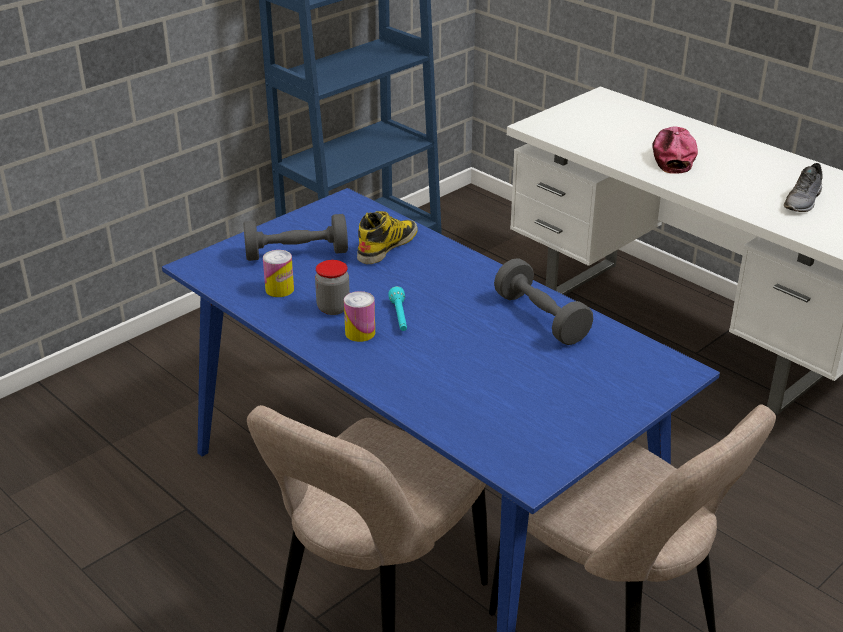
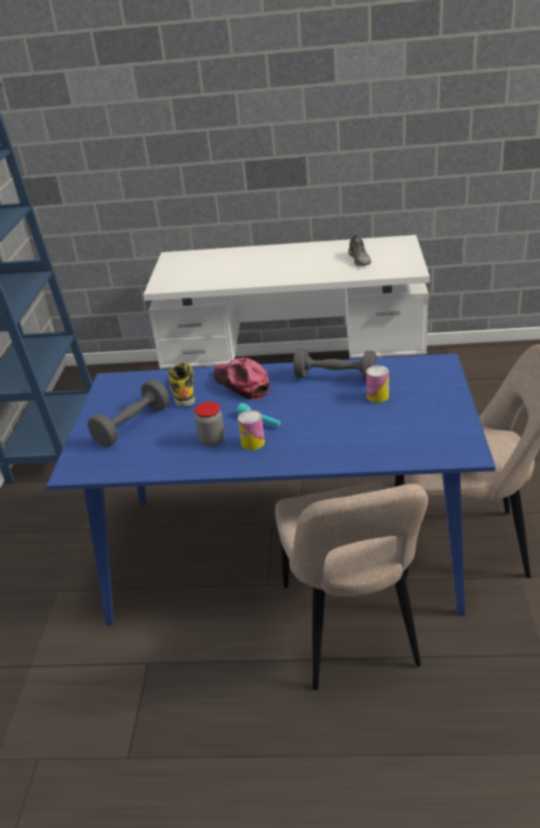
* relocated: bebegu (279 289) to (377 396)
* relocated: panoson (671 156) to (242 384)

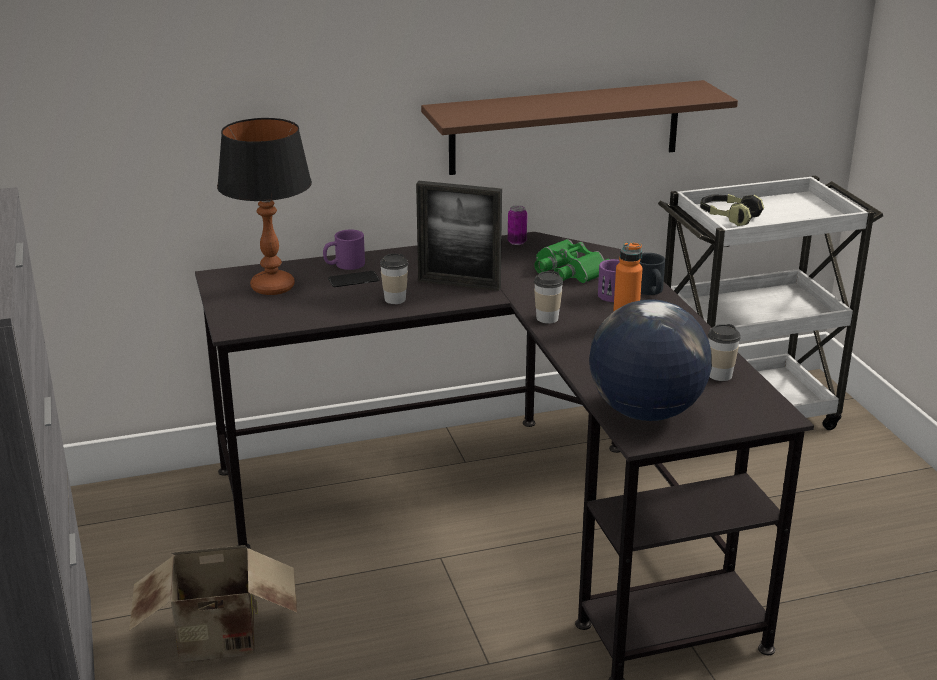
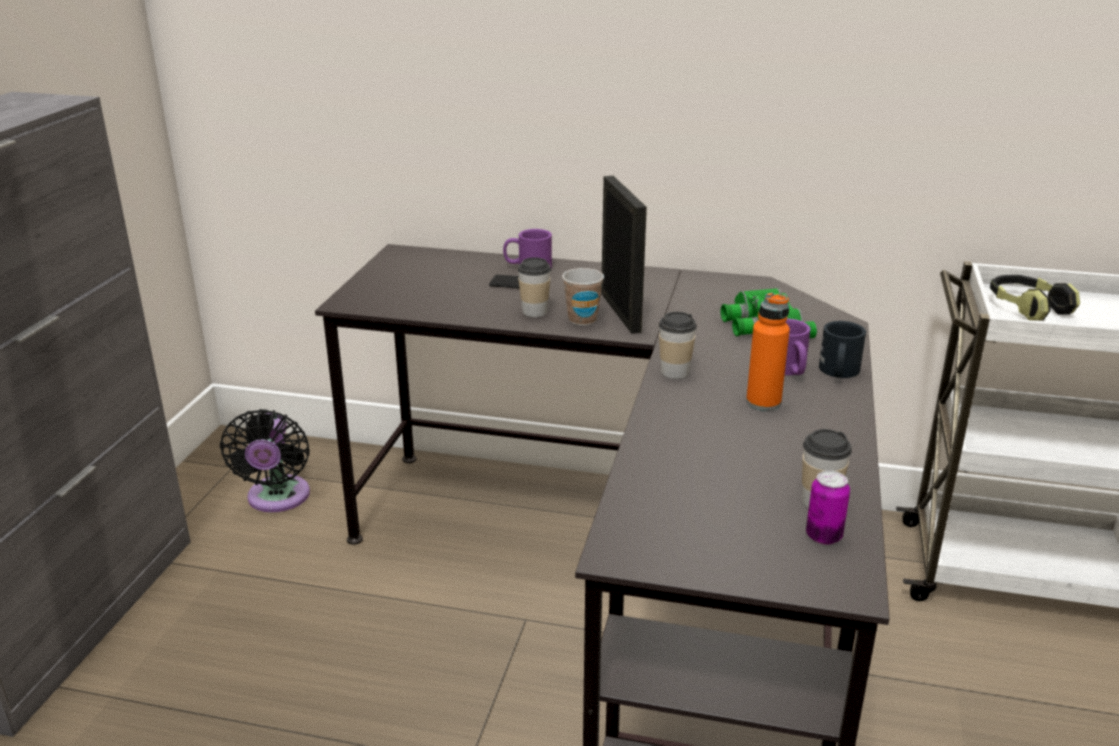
* missing: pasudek (220 642)
* missing: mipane (273 287)
* missing: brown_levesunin (565 127)
* missing: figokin (645 412)
* appeared: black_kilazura (277 499)
* appeared: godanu (582 320)
* relocated: bebegu (517 242) to (823 536)
* spun: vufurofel (459 284) = (620 312) 150 degrees counterclockwise

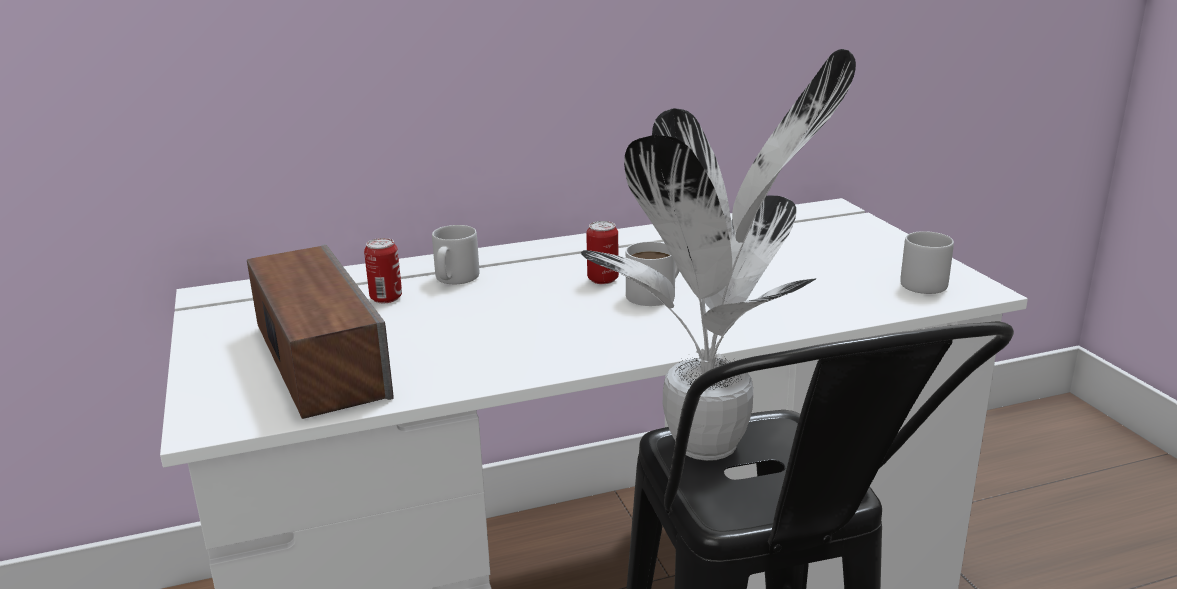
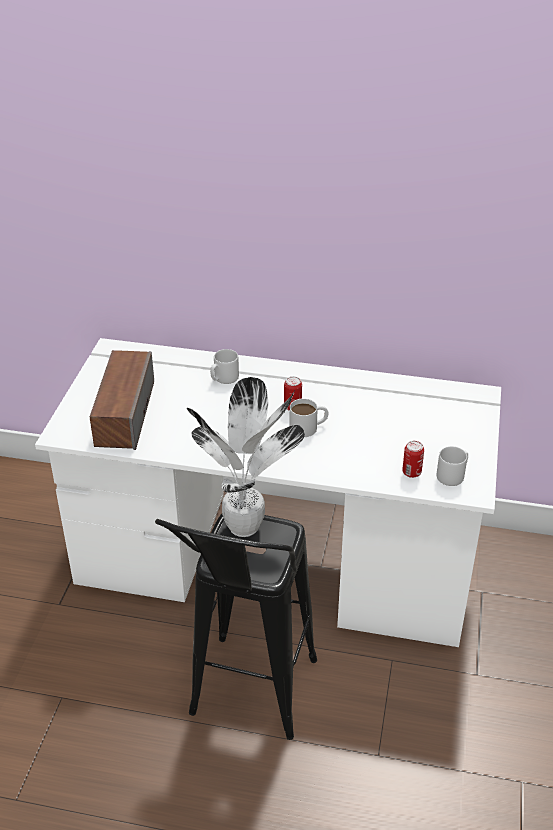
* relocated: bebegu (386 298) to (411 472)

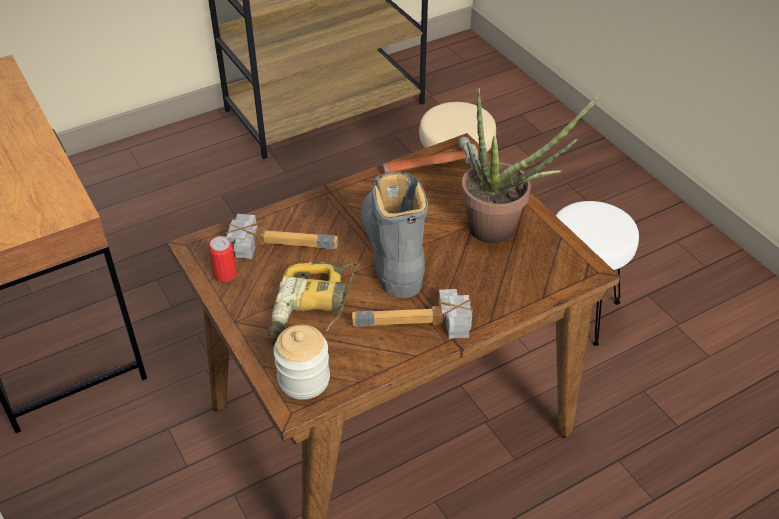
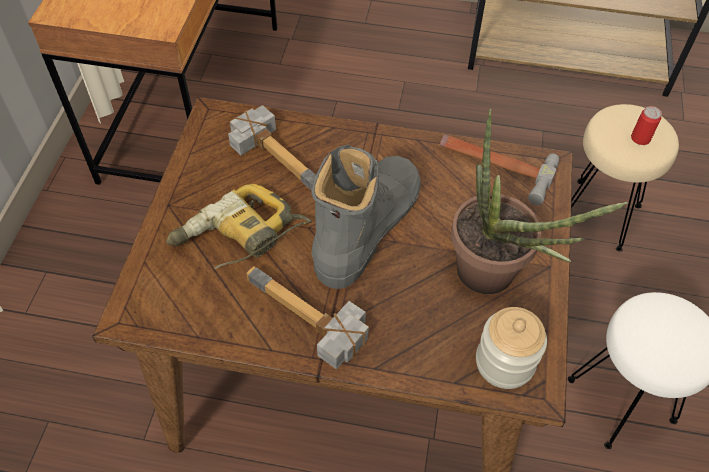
* relocated: bebegu (225 274) to (640 138)
* relocated: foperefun (304 379) to (504 362)

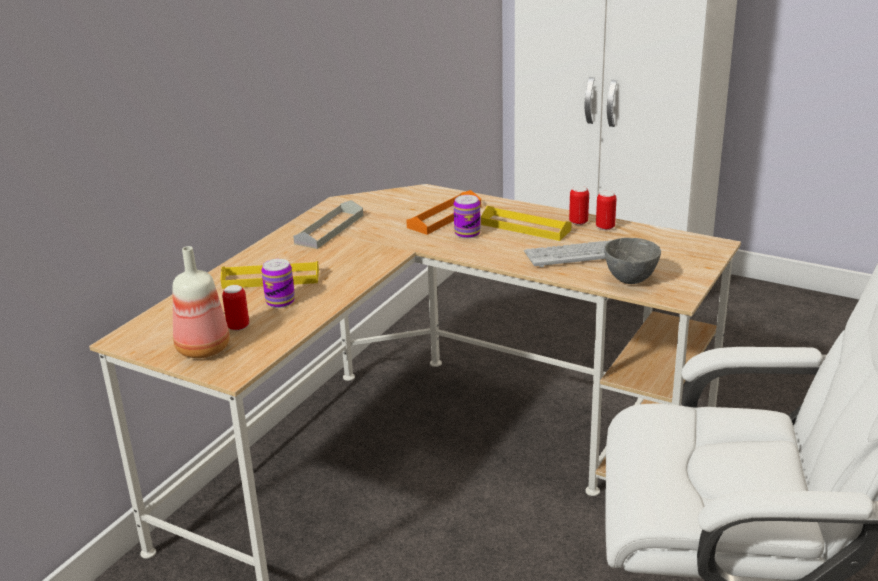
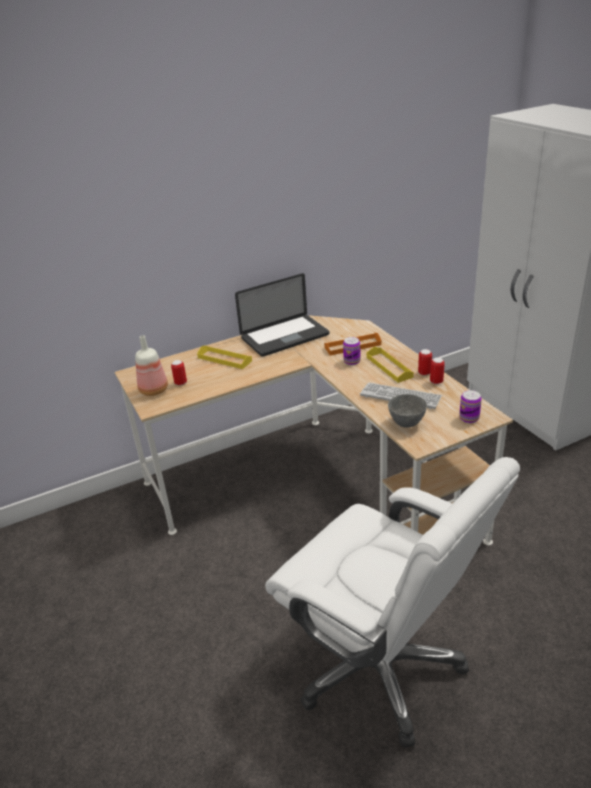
* relocated: bebegu (280 301) to (469 418)
* exchanged: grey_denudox (329 229) to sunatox (285 337)

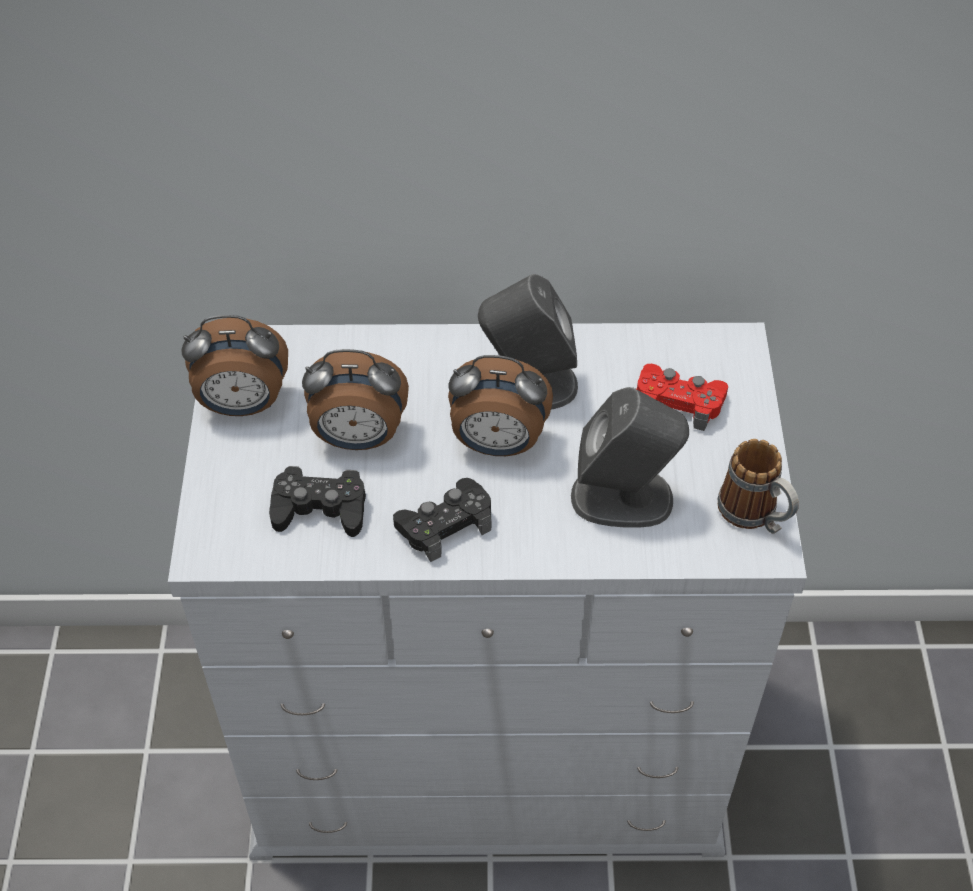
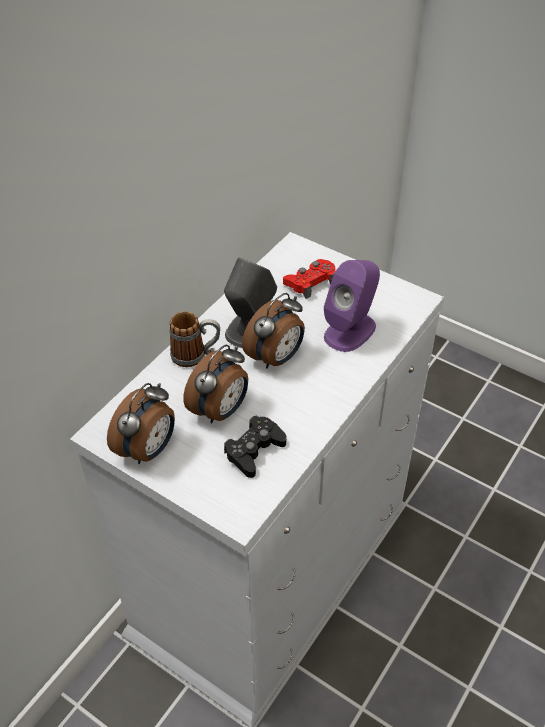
* missing: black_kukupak (445 524)
* relocated: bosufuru (755 516) to (196 355)
* colour: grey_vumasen (623 498) to purple_vumasen (350 330)

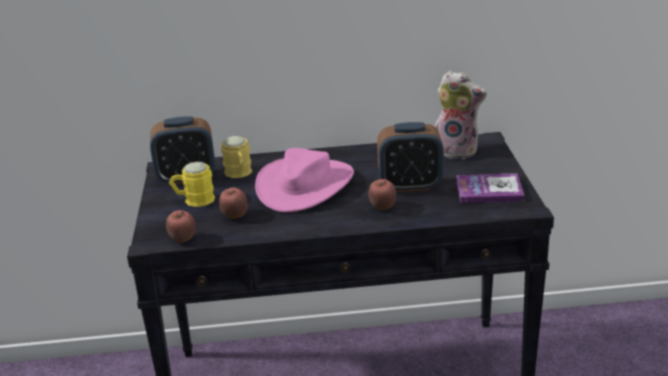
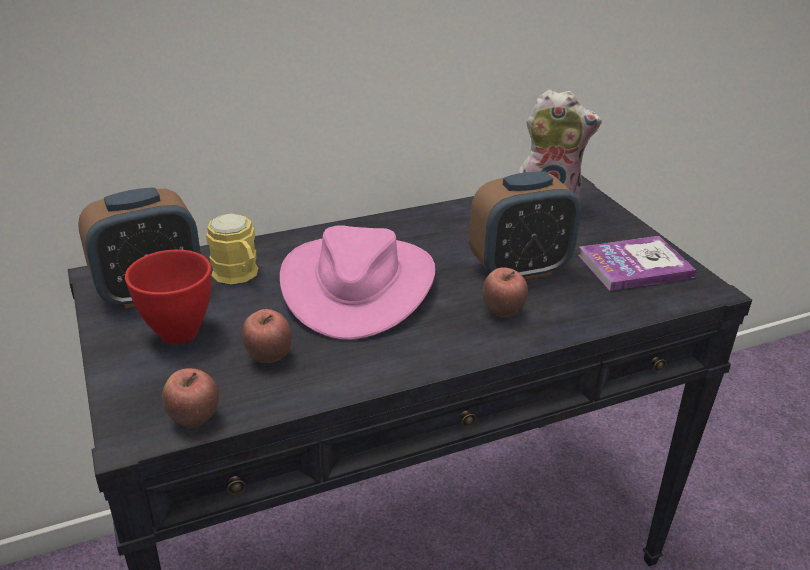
* exchanged: yellow_bosufuru (194 200) to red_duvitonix (181 334)

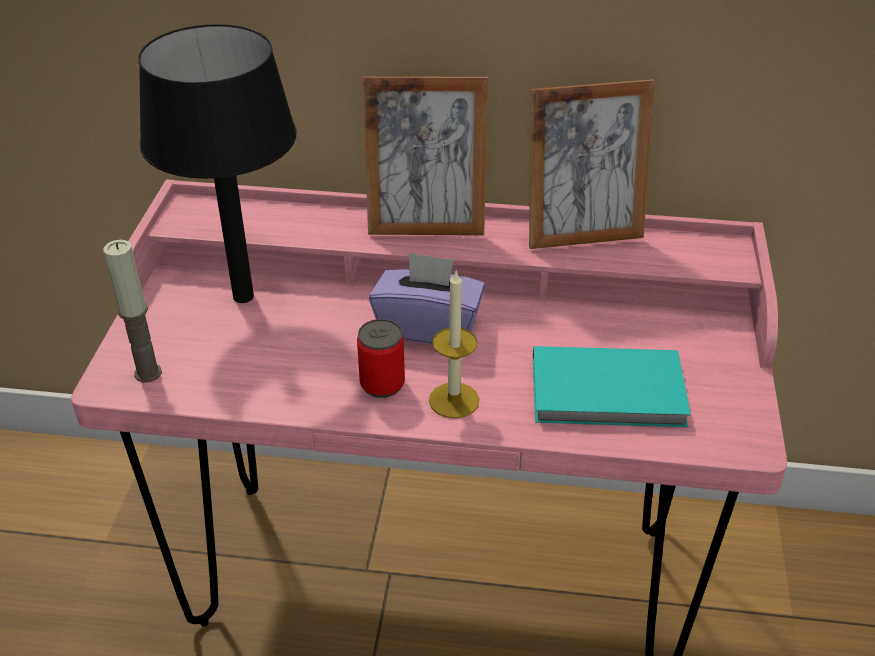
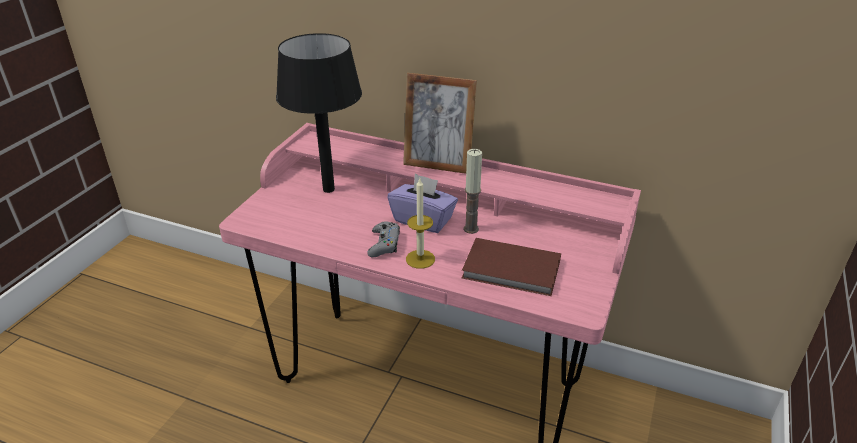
* missing: vufurofel (582 233)
* relocated: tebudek (148 373) to (471 229)
* exchanged: bebegu (382 384) to grey_kukupak (384 244)
* colour: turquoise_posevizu (609 393) to brown_posevizu (512 270)

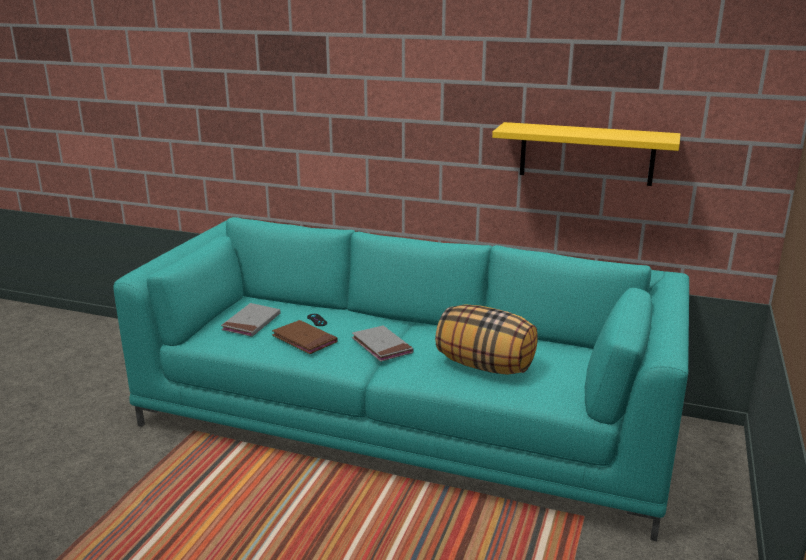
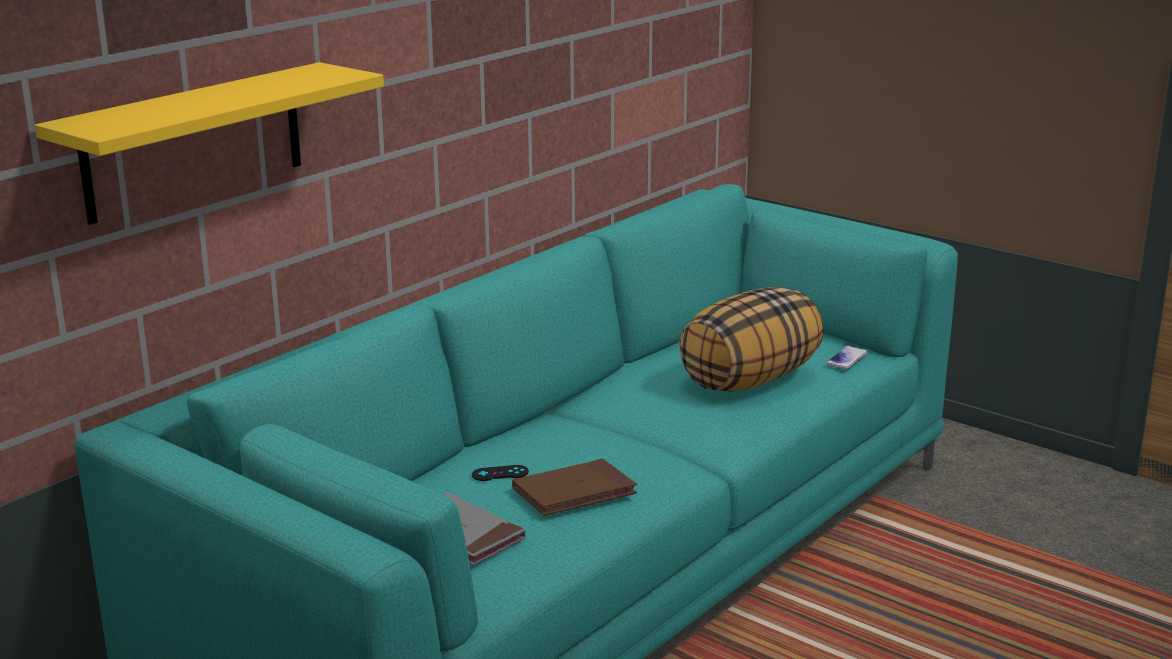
* missing: grey_posevizu (382 346)
* appeared: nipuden (847 359)
* relocated: yellow_levesunin (586 153) to (194 142)

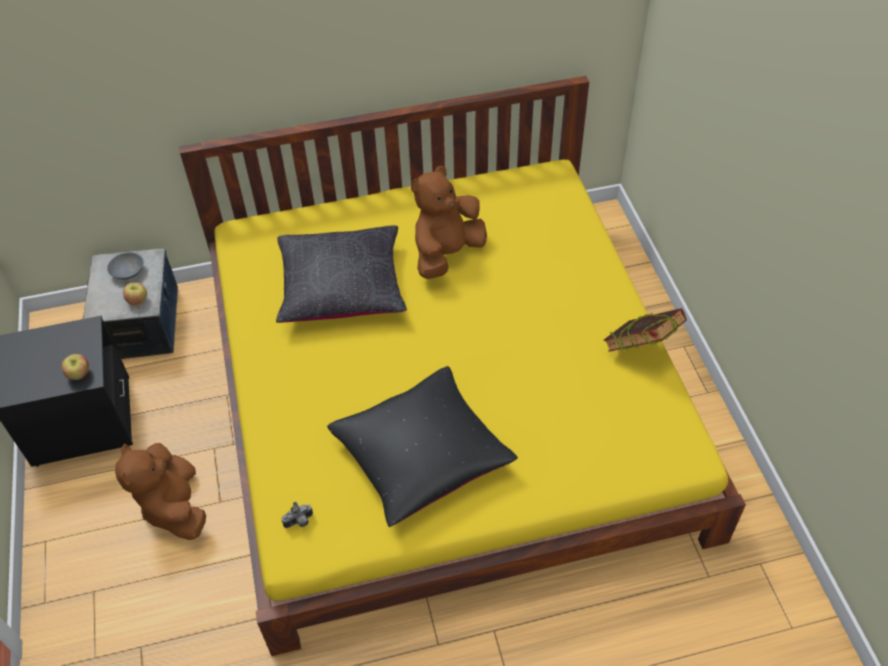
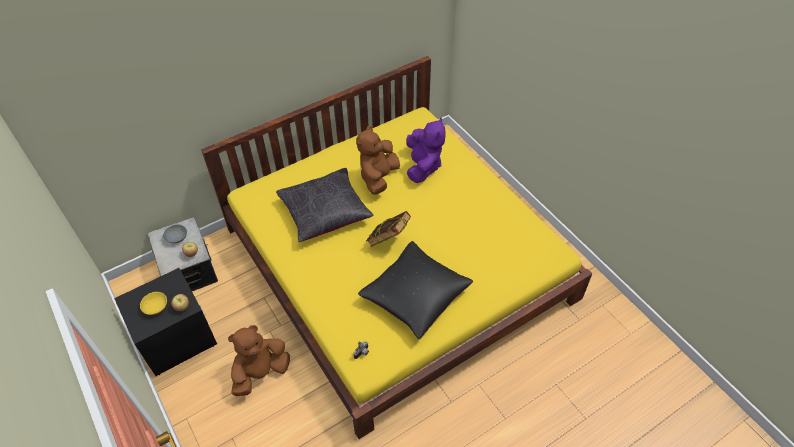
* appeared: yellow_duvitonix (155 306)
* appeared: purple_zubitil (423 166)
* relocated: posevizu (640 350) to (388 241)
* spun: brown_zubitil (174 507) = (261 373) 90 degrees clockwise

